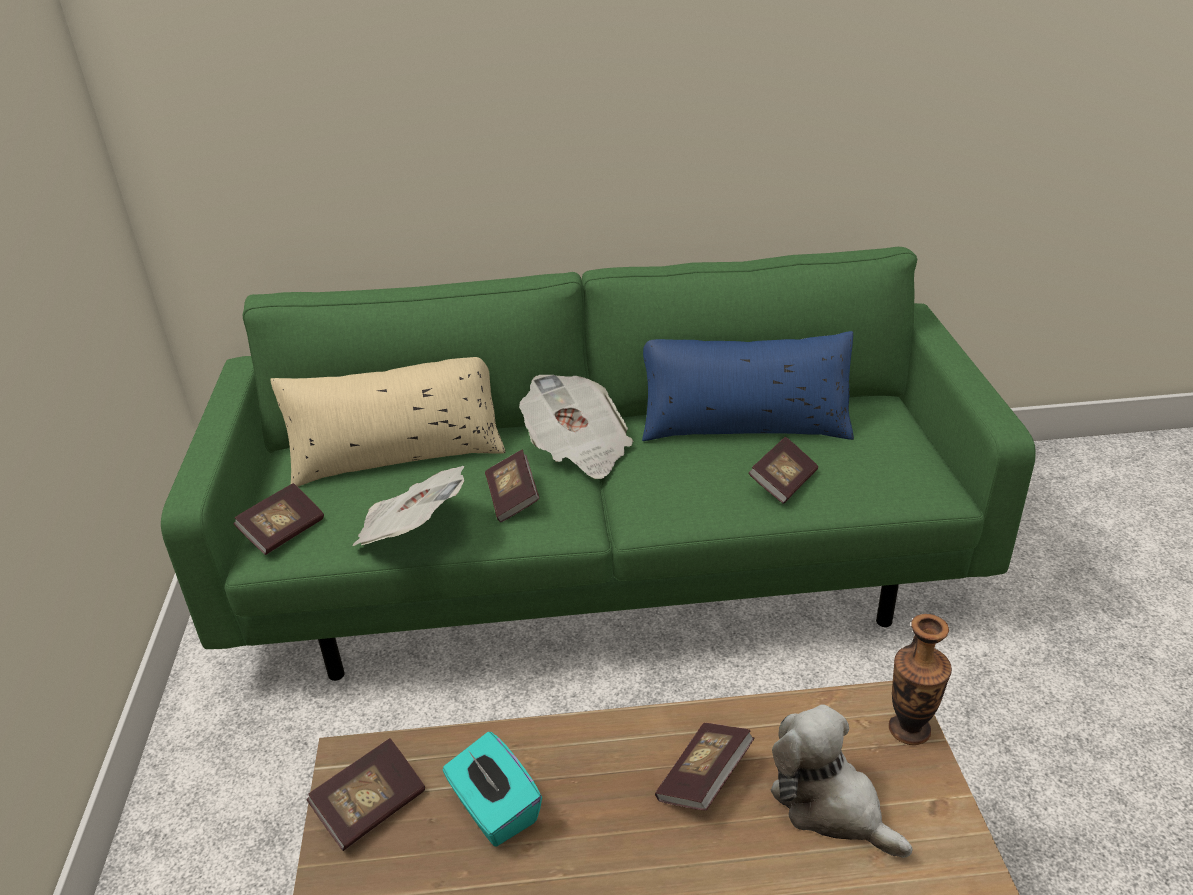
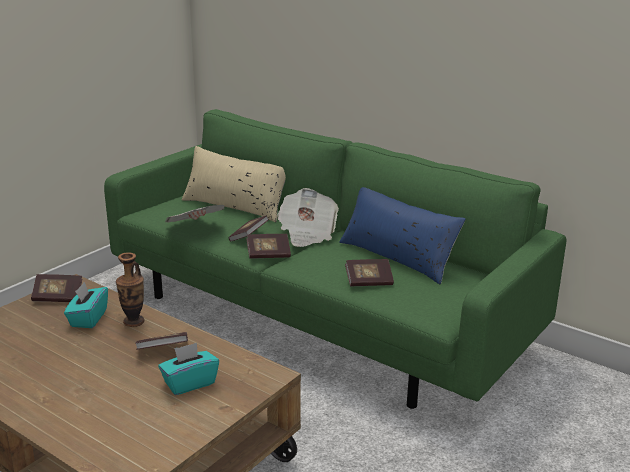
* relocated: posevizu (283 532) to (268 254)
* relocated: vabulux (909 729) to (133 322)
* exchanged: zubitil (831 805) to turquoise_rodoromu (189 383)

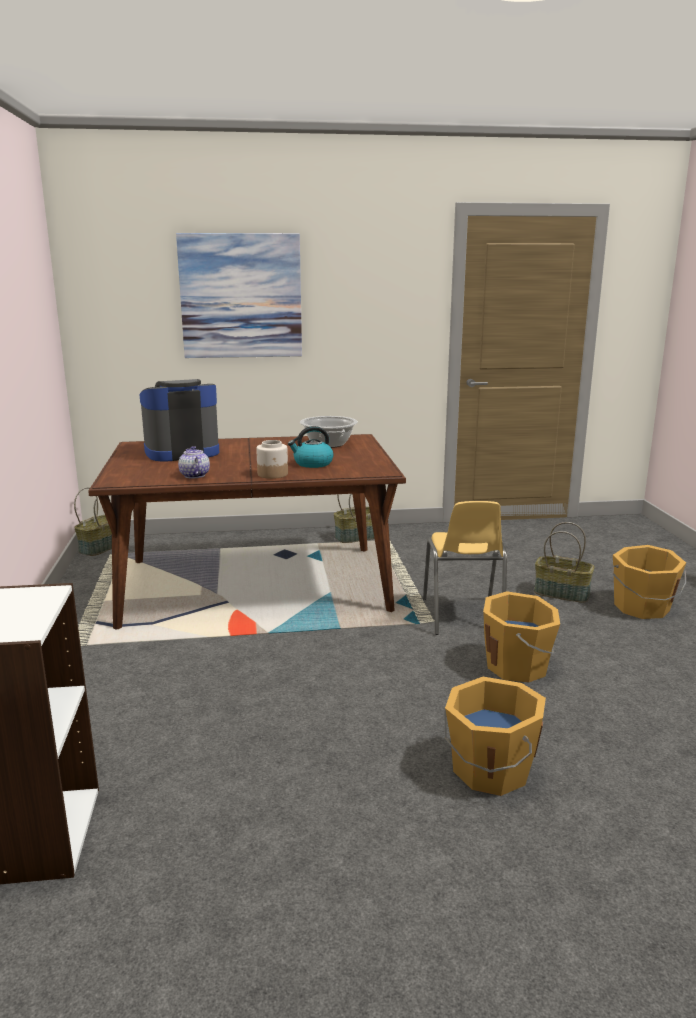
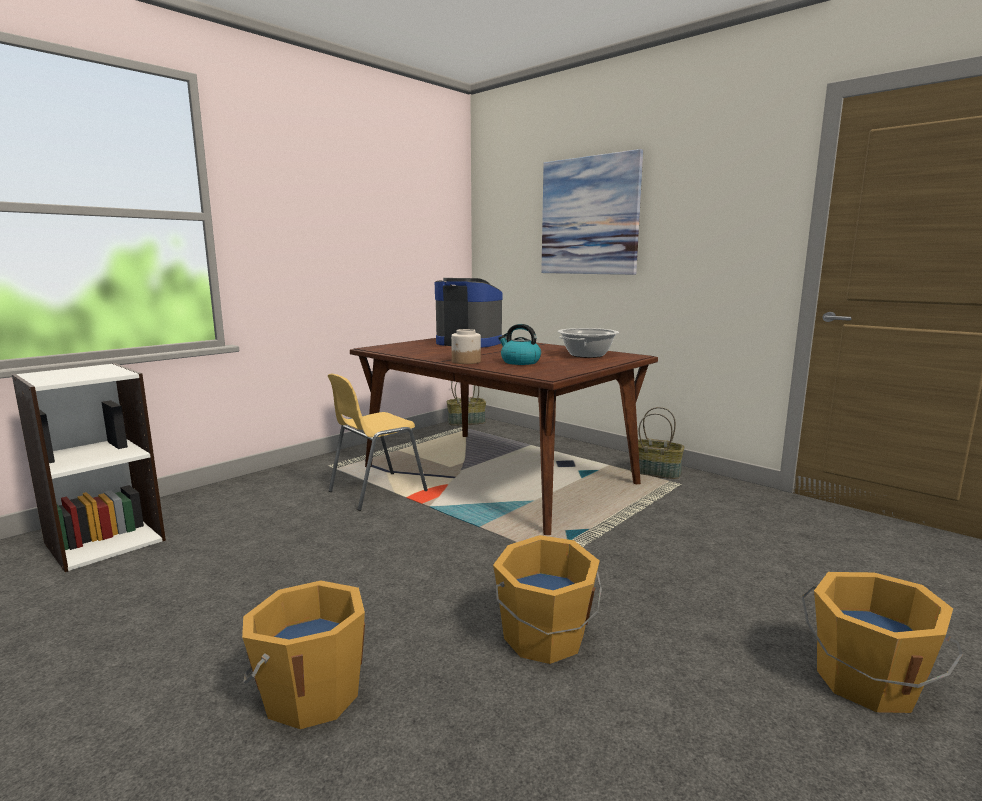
* missing: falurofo (194 475)
* missing: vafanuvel (562 593)
* relocated: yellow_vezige (462 616) to (376 491)

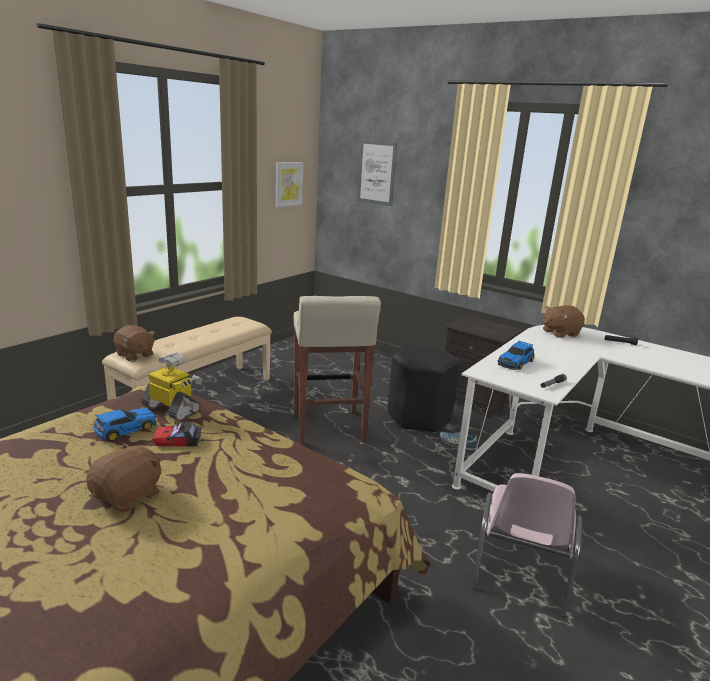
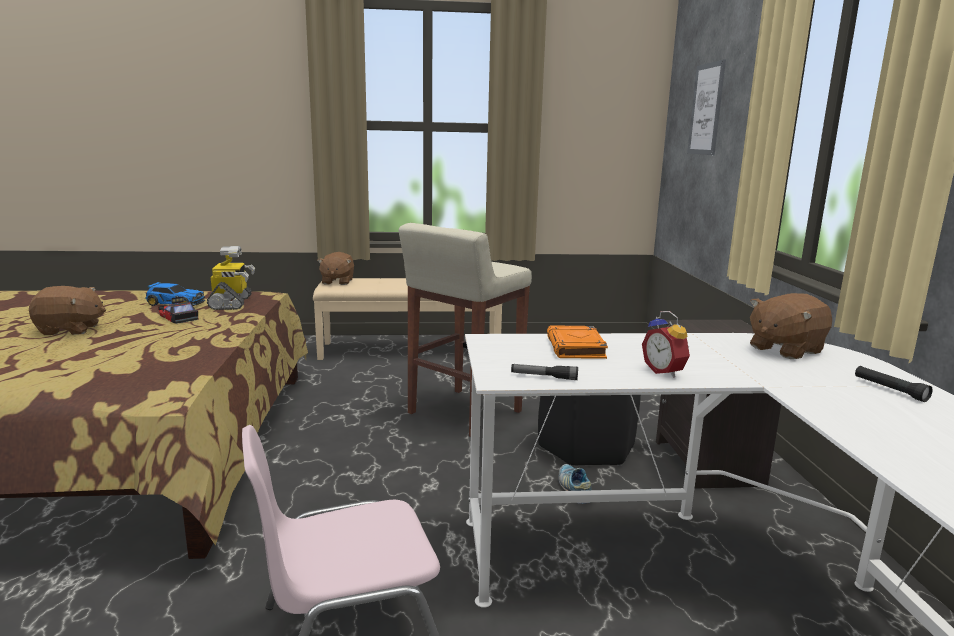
* missing: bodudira (288 184)
* appeared: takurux (665 371)
* exchanged: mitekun (516 362) to orange_posevizu (576 348)
* spun: brown_zubitil (559 333) = (784 349) 60 degrees counterclockwise

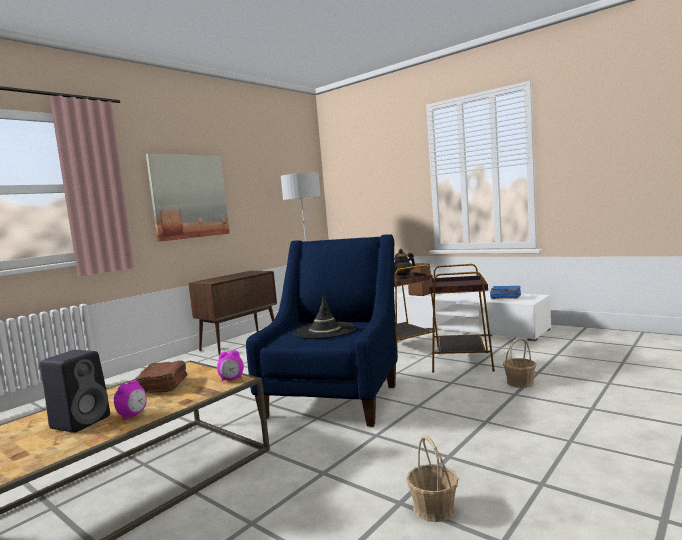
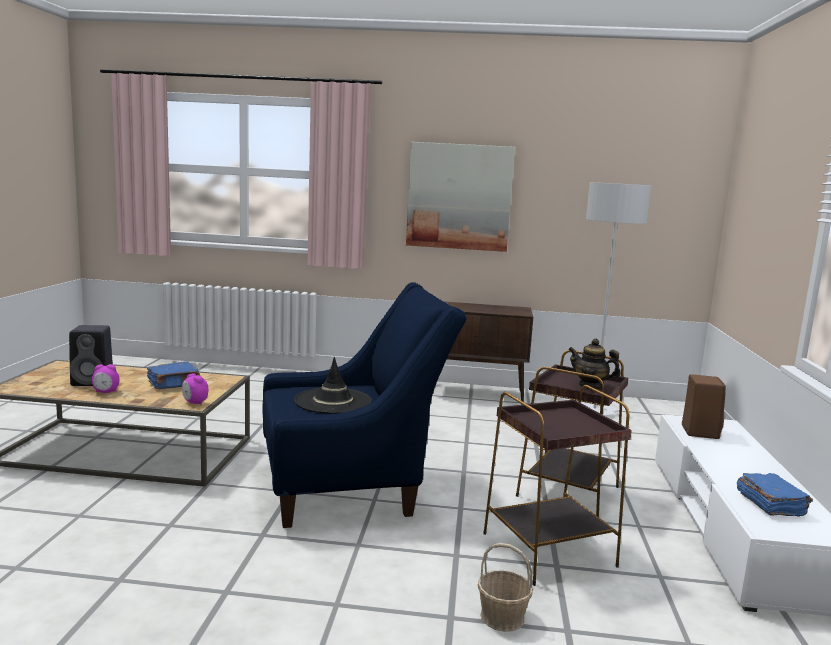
* missing: vafanuvel (433 509)
* colour: brown_posevizu (164 386) to blue_posevizu (174 384)

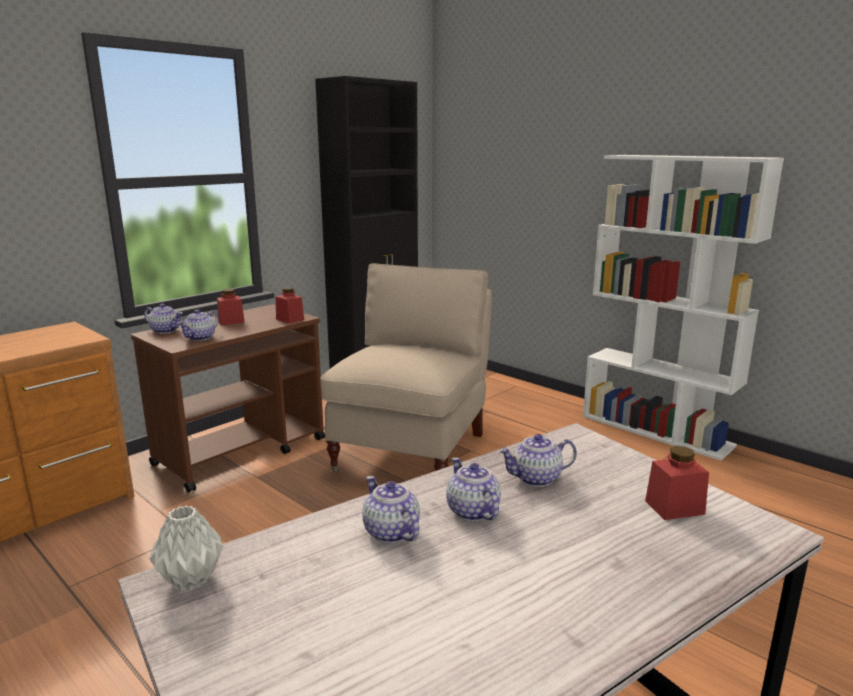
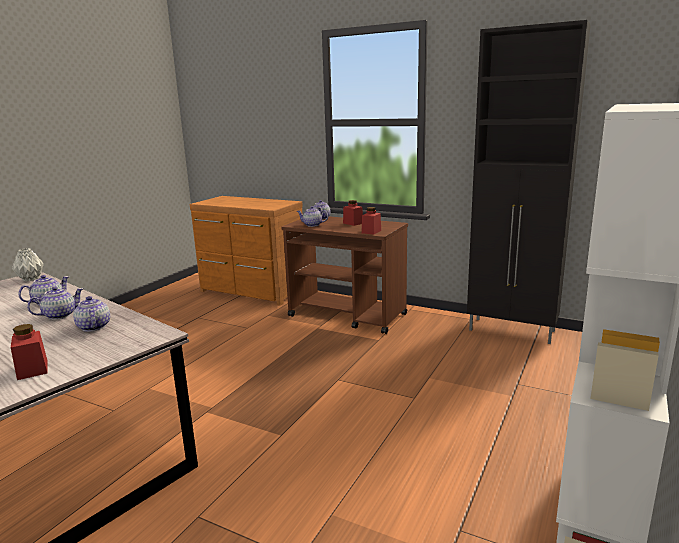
* missing: beige_vezige (412 451)

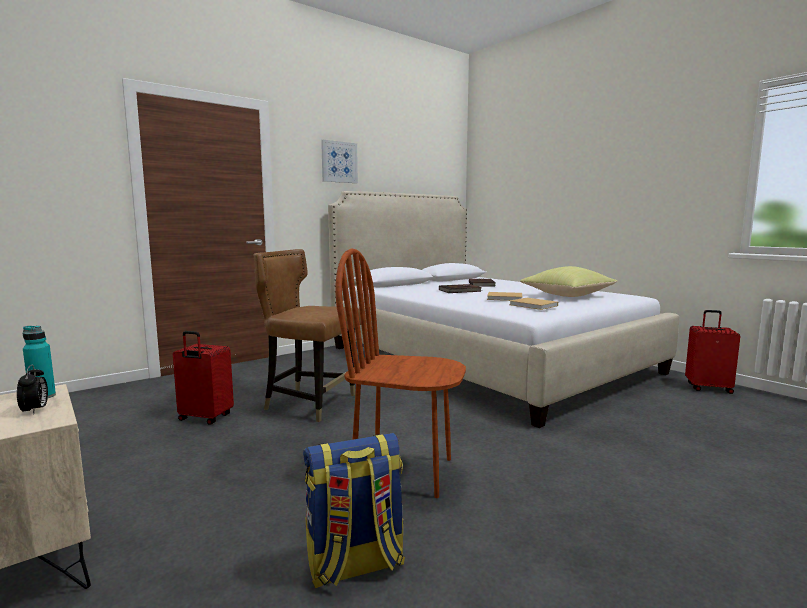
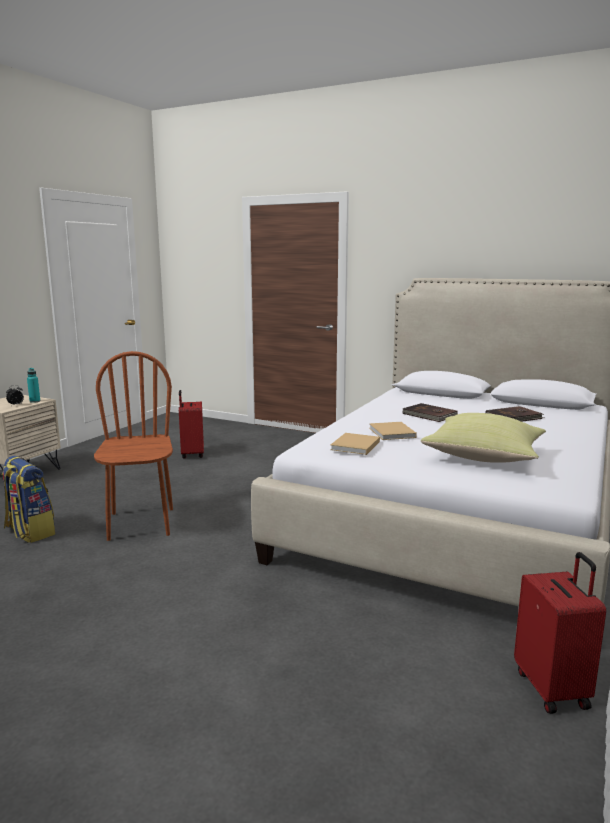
* missing: brown_vezige (310 403)
* missing: bodudira (339 162)

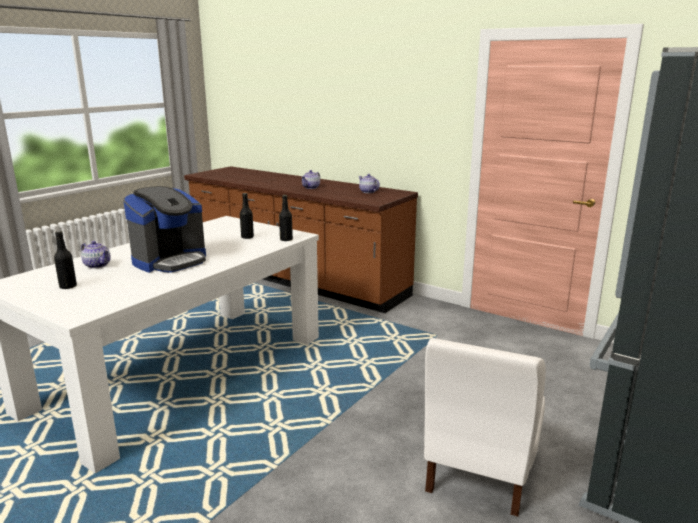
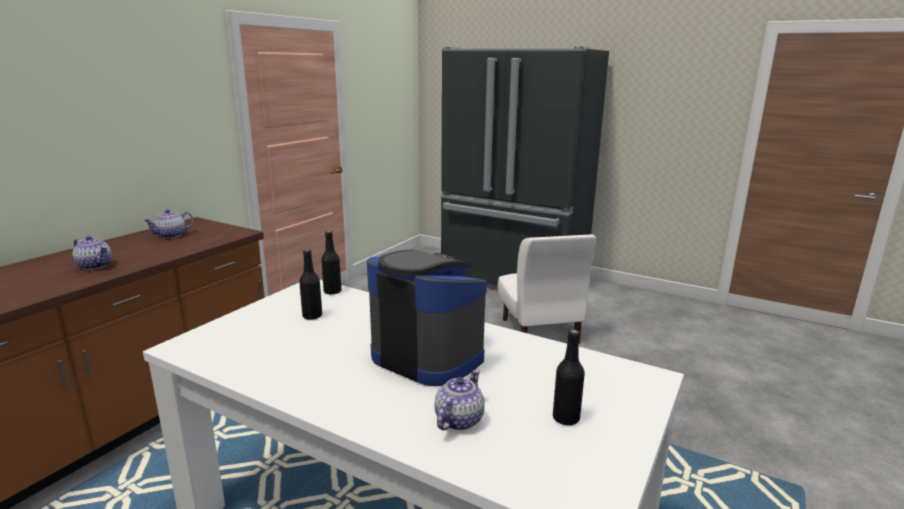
* spun: white_vezige (479 471) = (539 331) 60 degrees clockwise

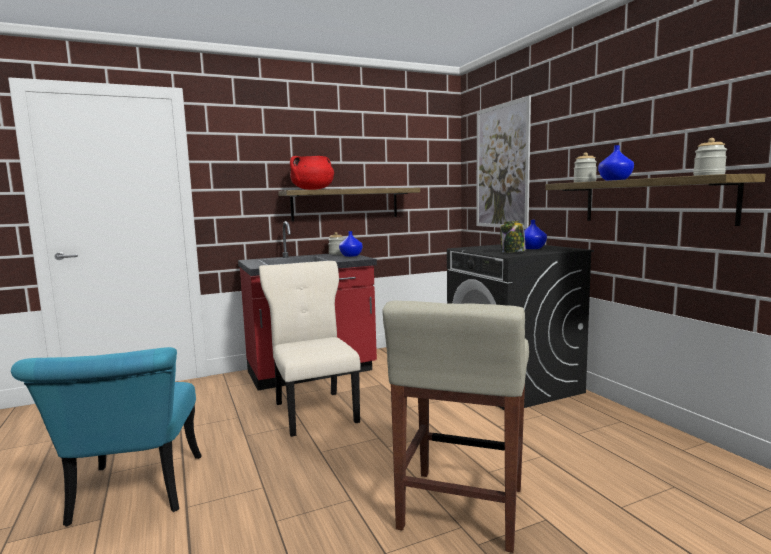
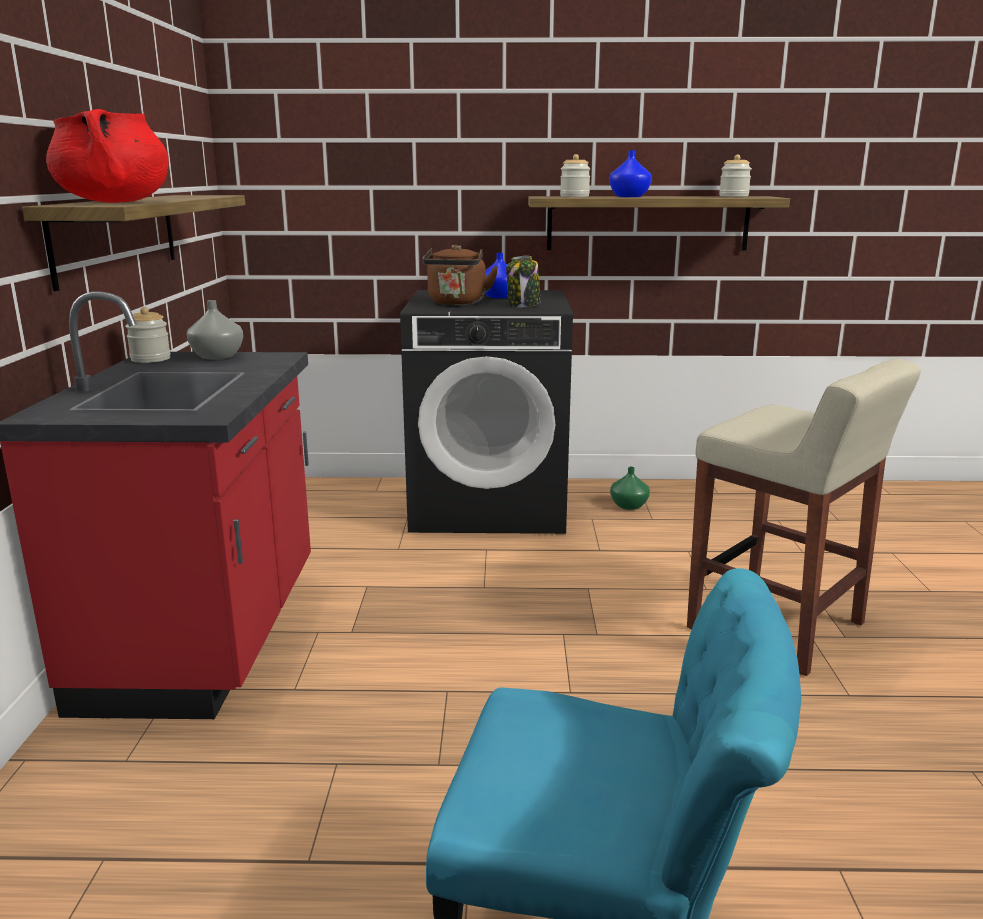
* missing: beige_vezige (315 411)
* missing: bodudira (501 167)
* appeared: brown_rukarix (457 303)
* appeared: green_vabulux (629 505)
* colour: blue_vabulux (351 255) to grey_vabulux (216 356)

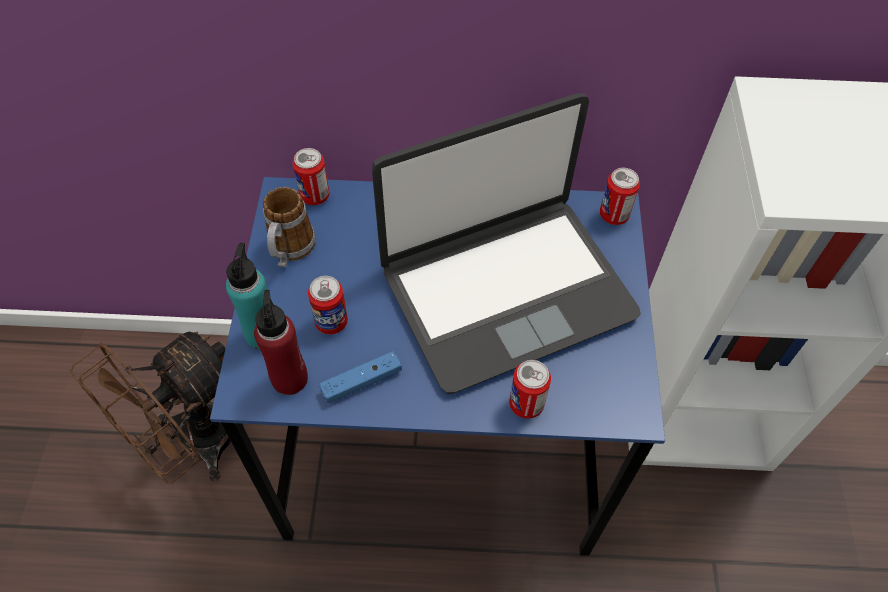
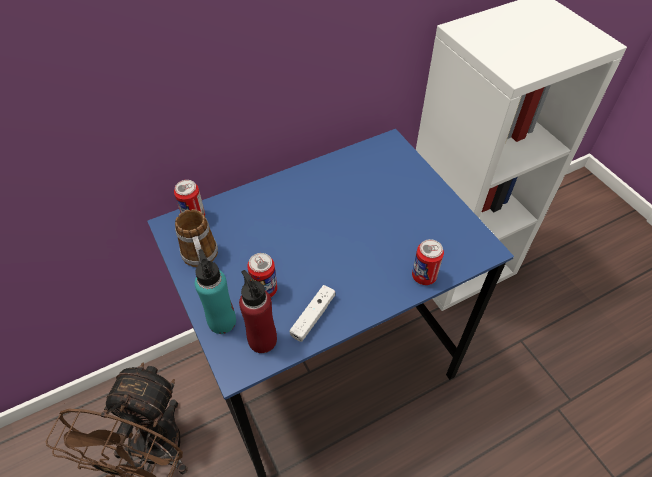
* missing: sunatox (506 291)
* missing: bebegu (614 215)
* colour: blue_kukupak (361 382) to white_kukupak (313 316)

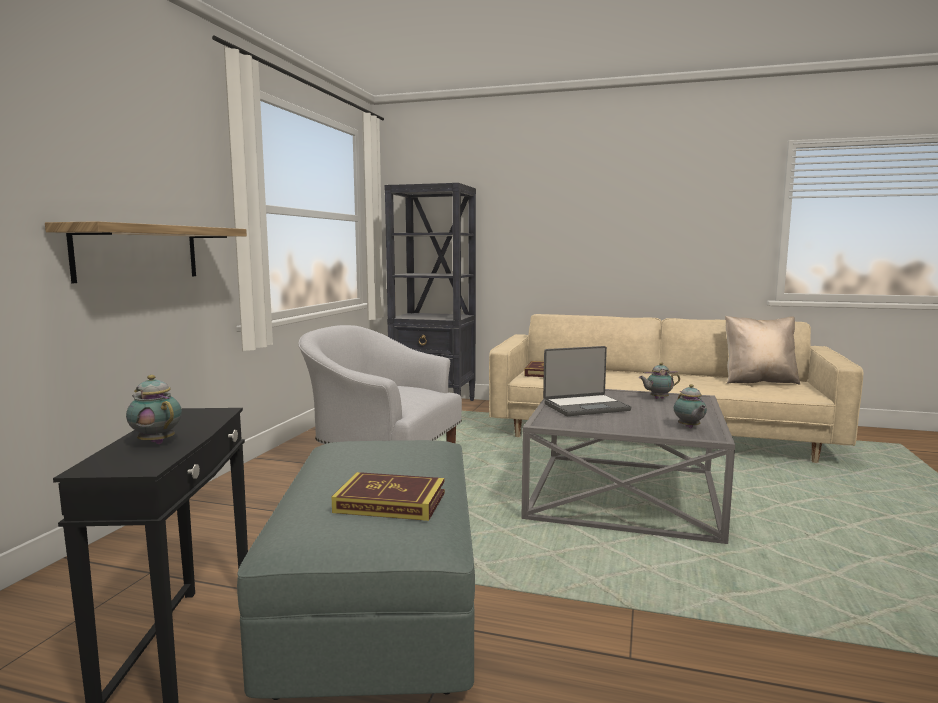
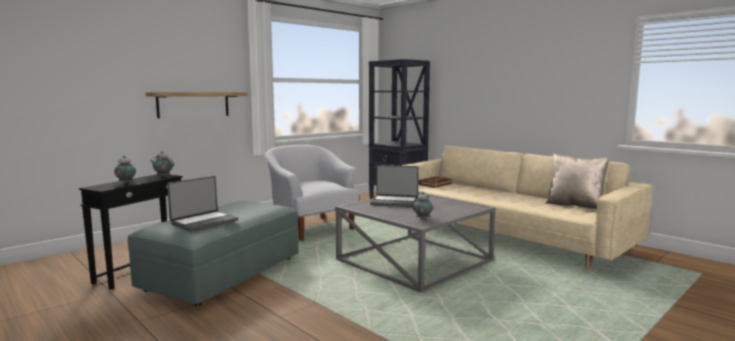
* relocated: falurofo (657 398) to (163 176)
* exchanged: posevizu (390 502) to sunatox (204 222)

